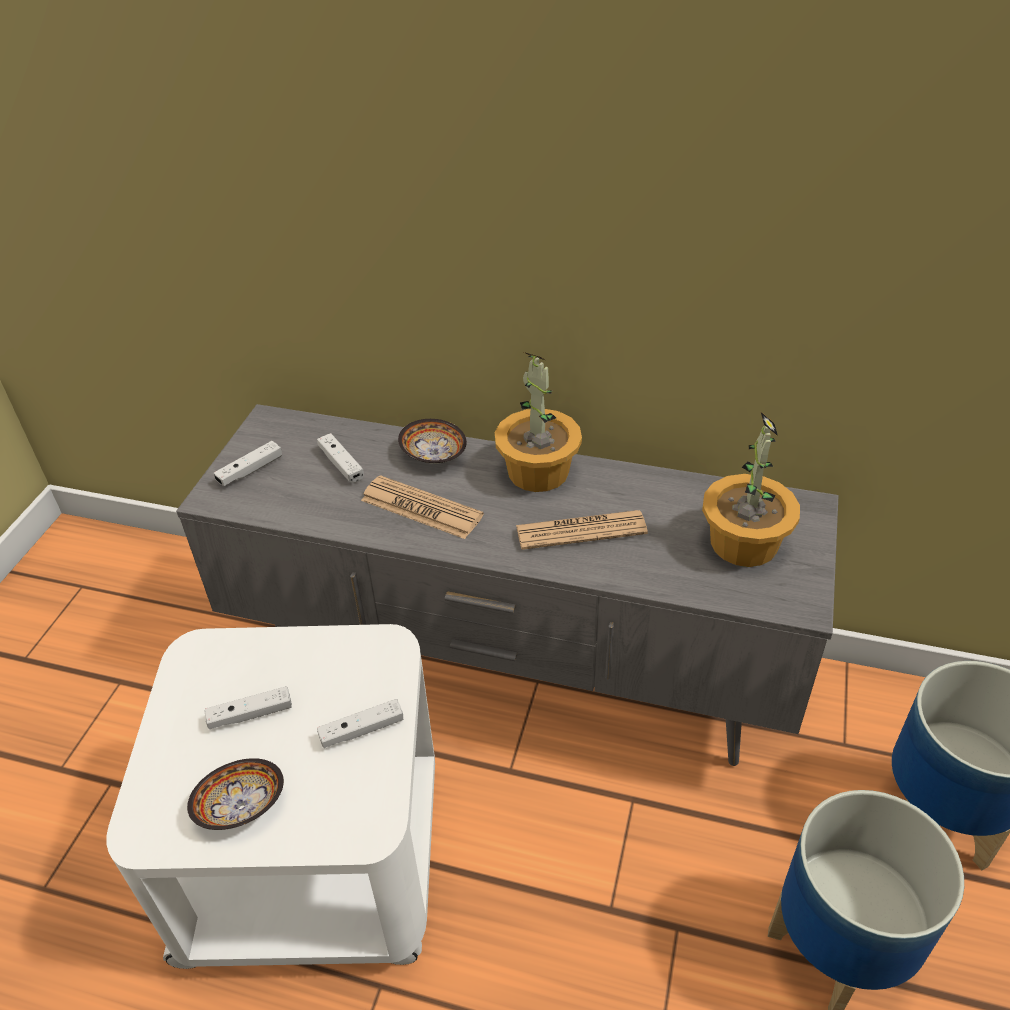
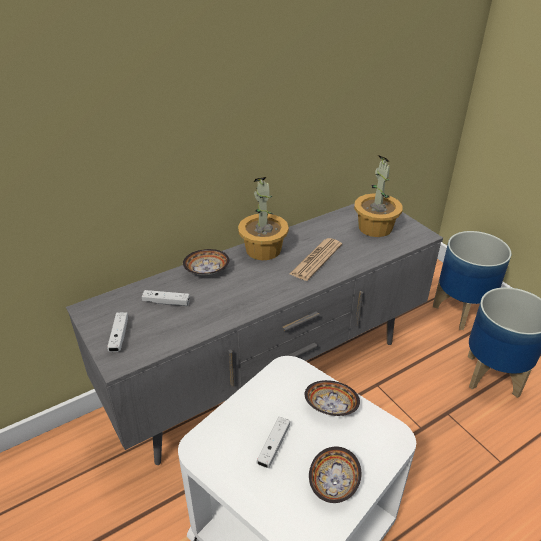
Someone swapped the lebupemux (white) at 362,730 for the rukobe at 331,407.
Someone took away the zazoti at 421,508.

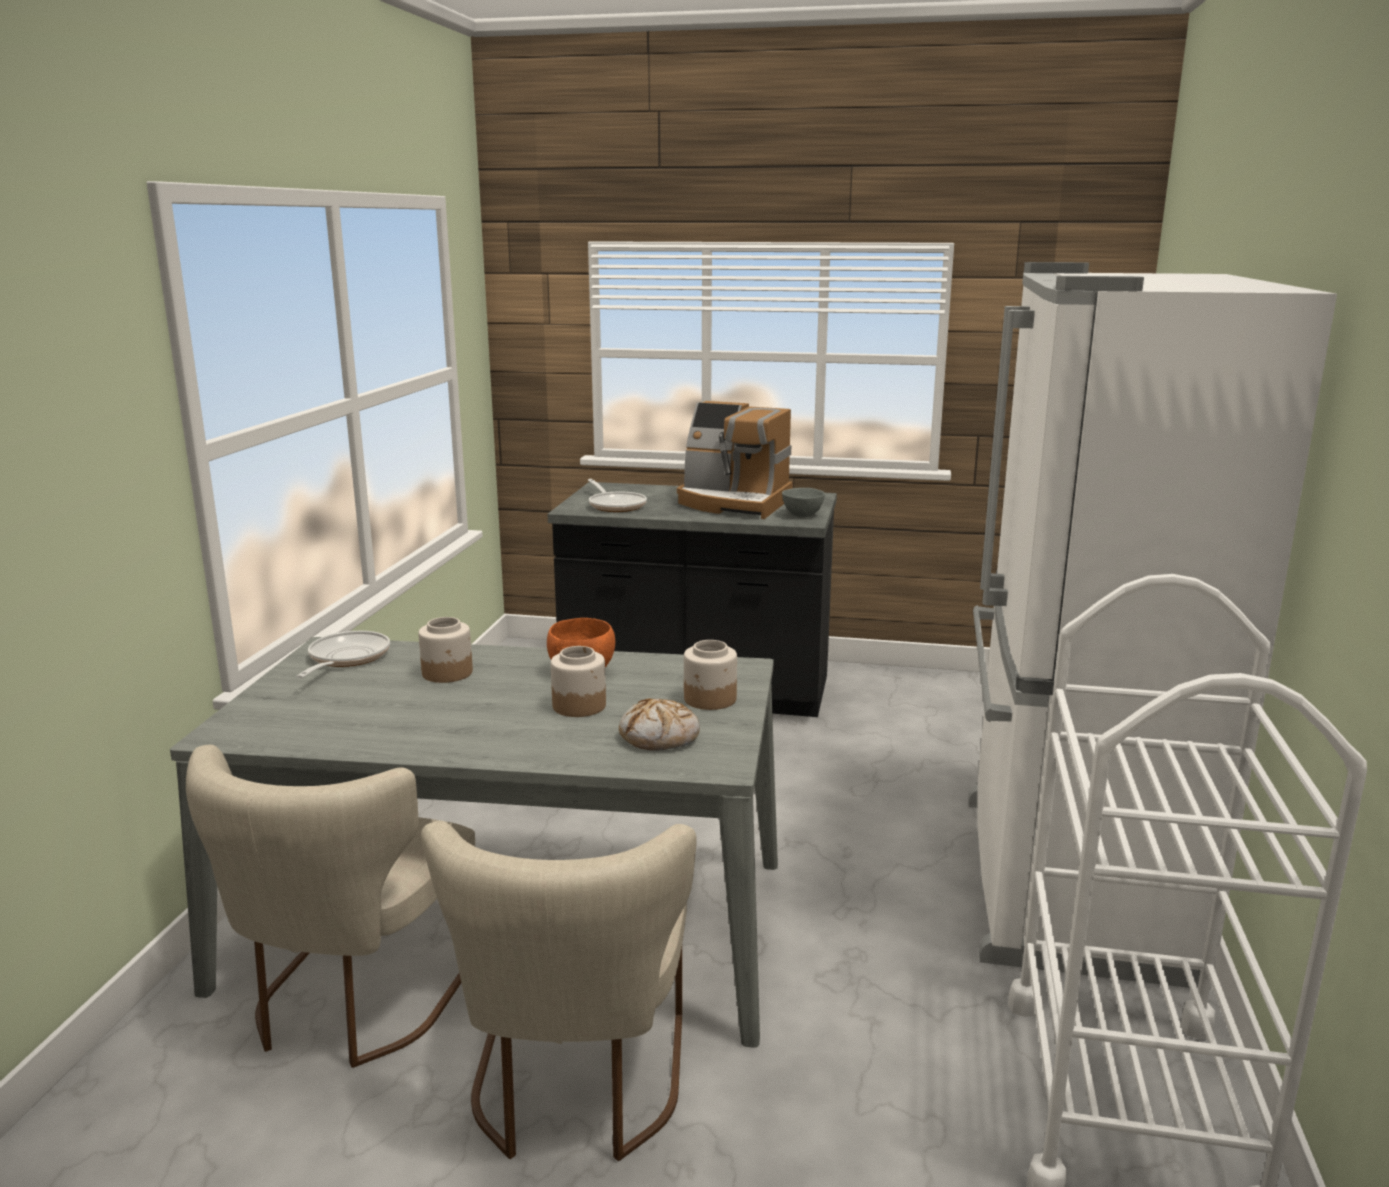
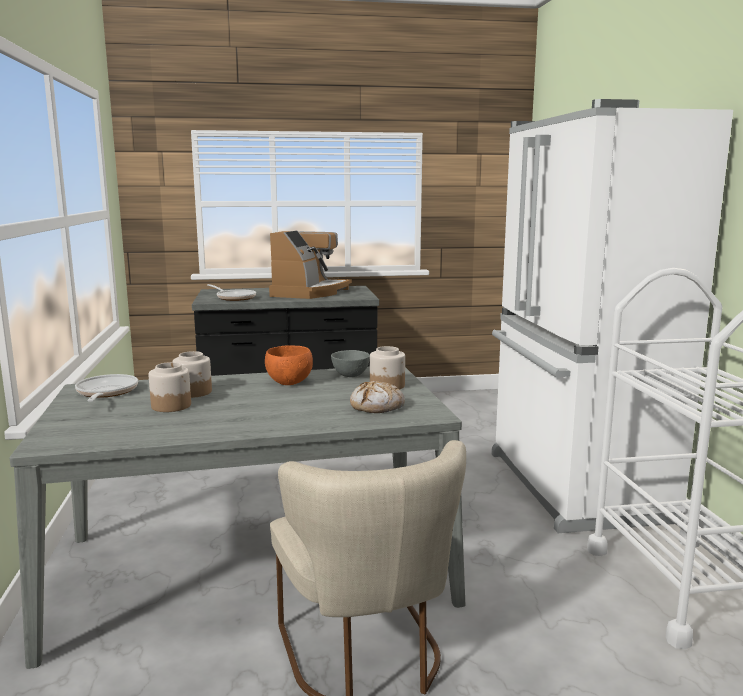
Someone carried the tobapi from 579,706 to 171,406.
Someone rotated the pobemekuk at 734,503 by 75 degrees counterclockwise.
Someone carried the rukobe (grey) from 802,515 to 350,375.
Someone took away the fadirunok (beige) at 352,1004.

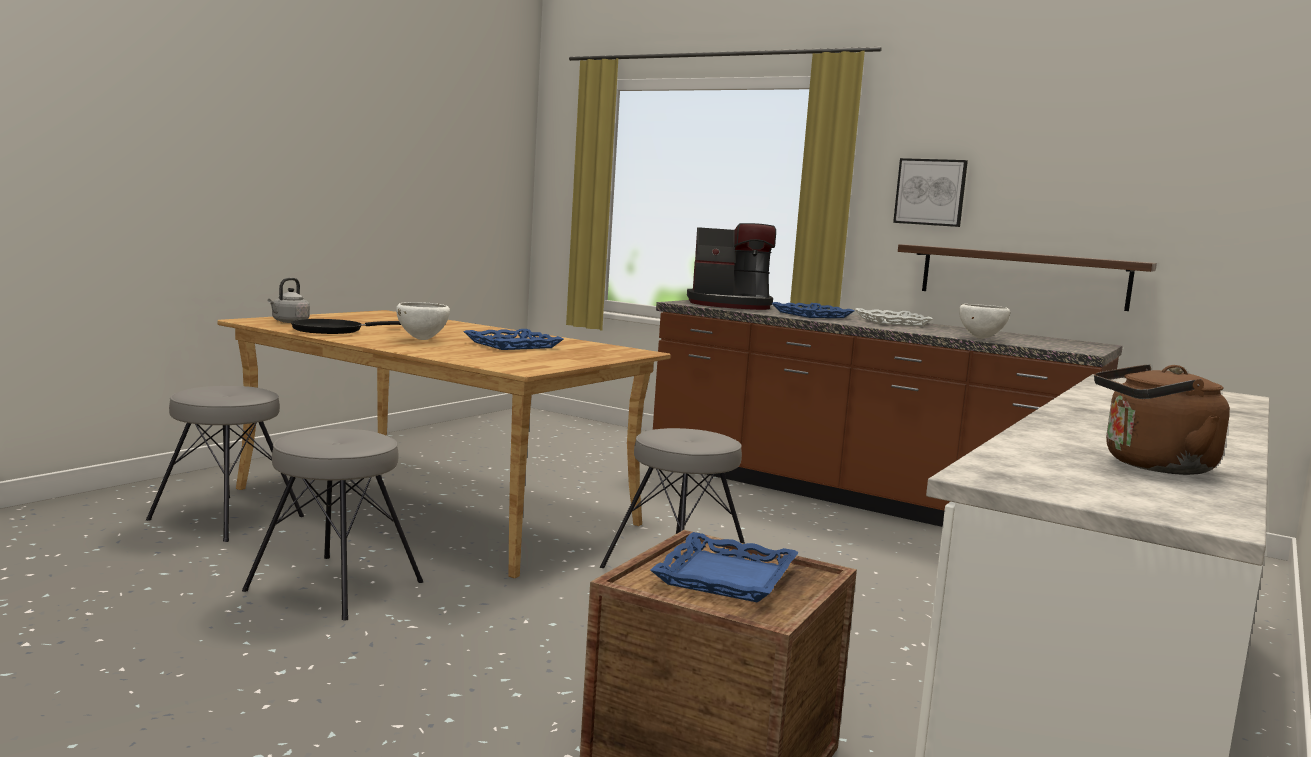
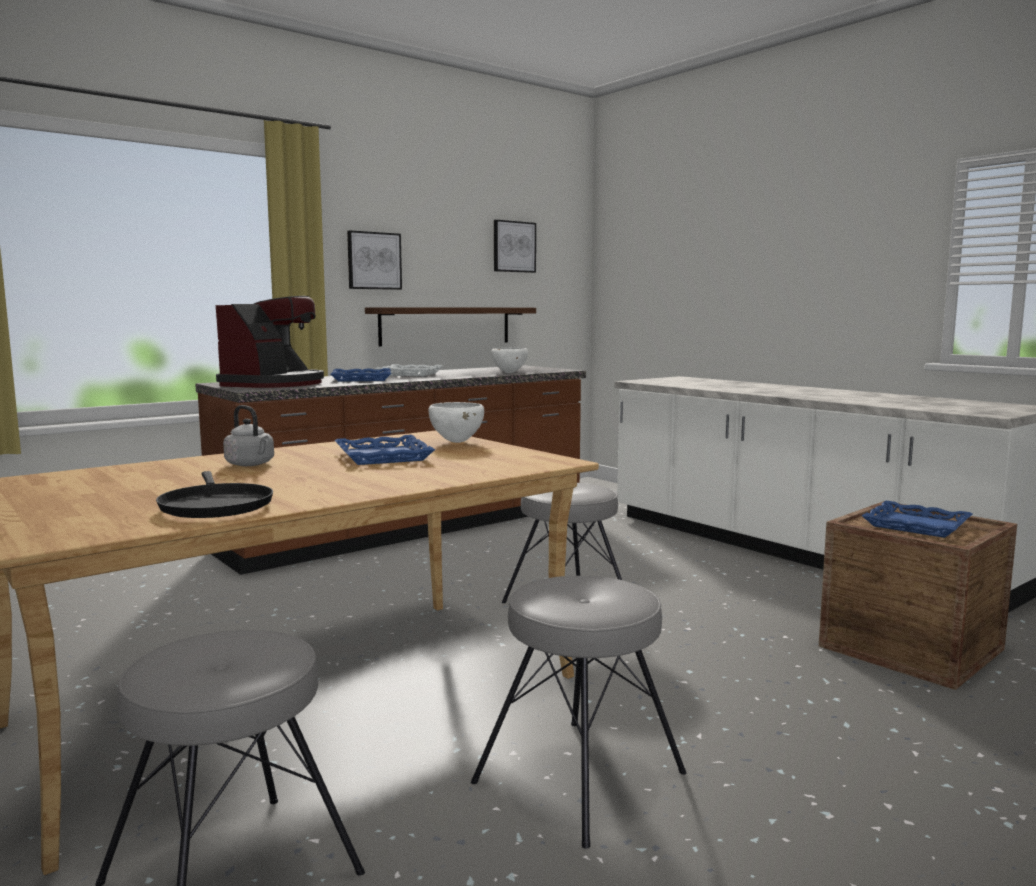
Someone carried the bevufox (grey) from 289,322 to 251,464.
Someone carried the rukobe (white) from 422,339 to 456,442.
Someone put up the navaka at 513,246.
Someone took away the bevufox (brown) at 1152,466.

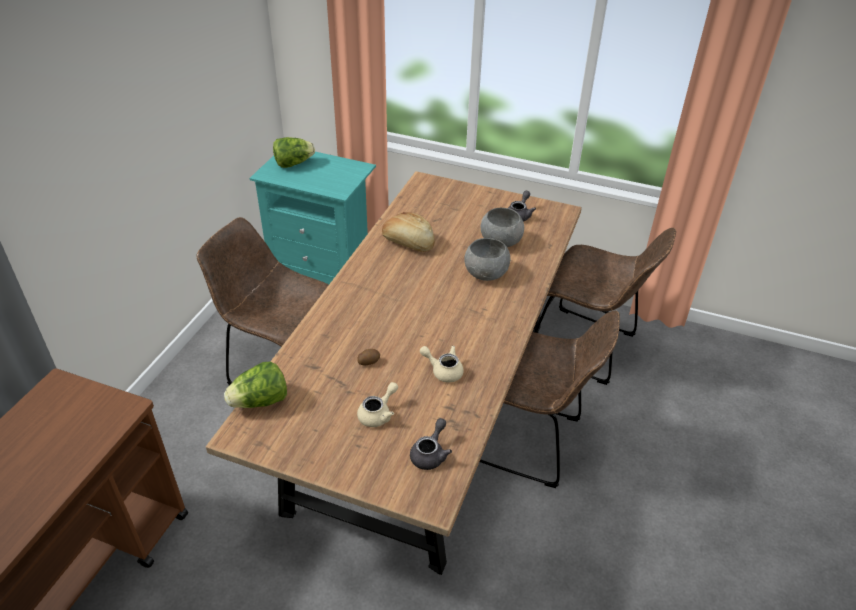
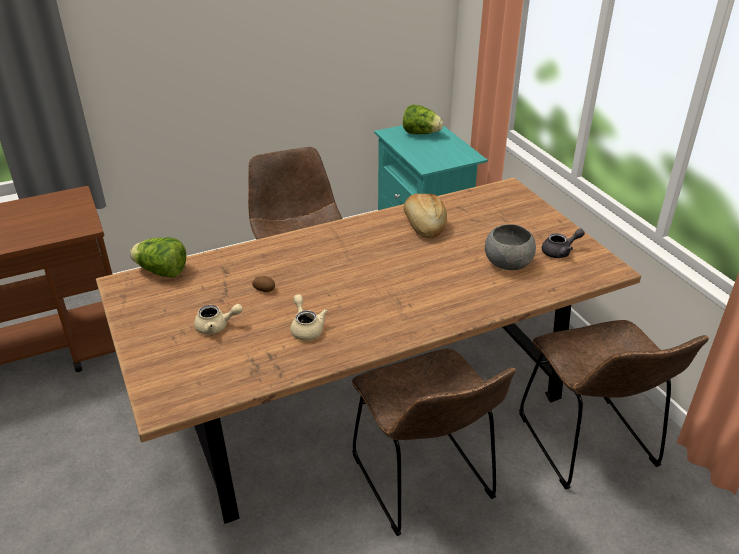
Someone took away the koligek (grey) at 430,454.
Someone took away the rukobe (grey) at 486,273.

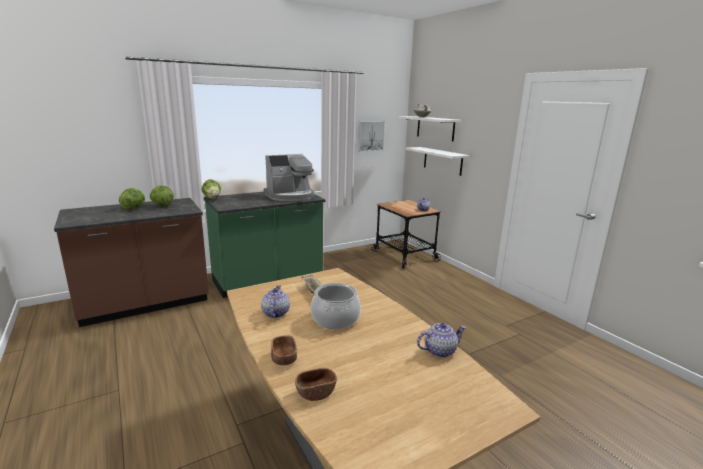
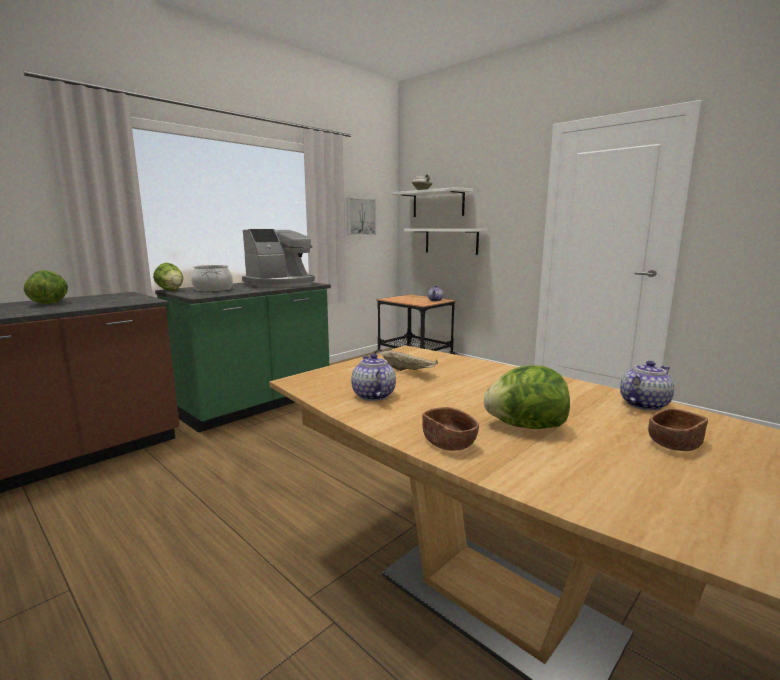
Someone carried the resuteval from 335,319 to 213,290.
Someone carried the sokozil from 162,205 to 525,426.
Someone carried the rukobe (brown) from 315,393 to 674,444.

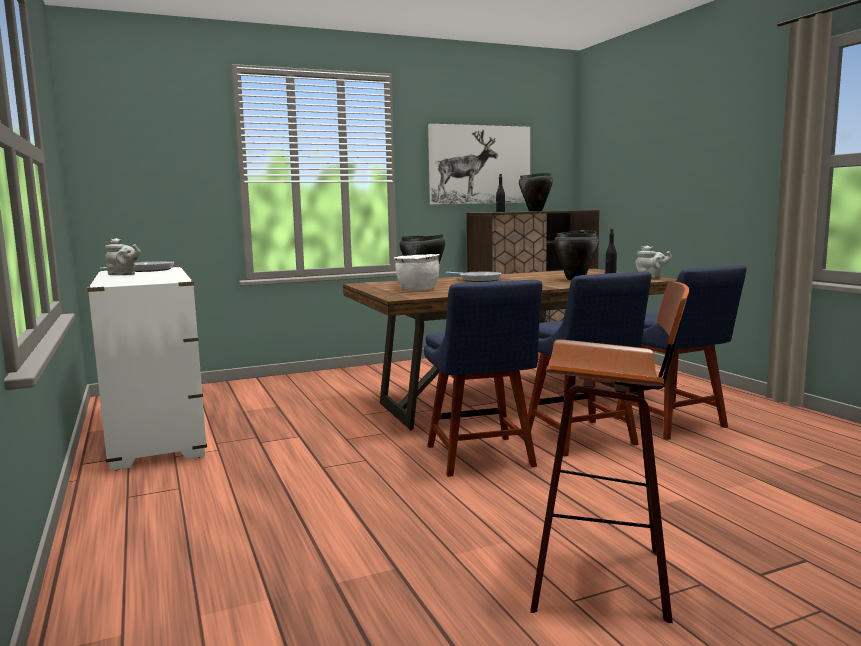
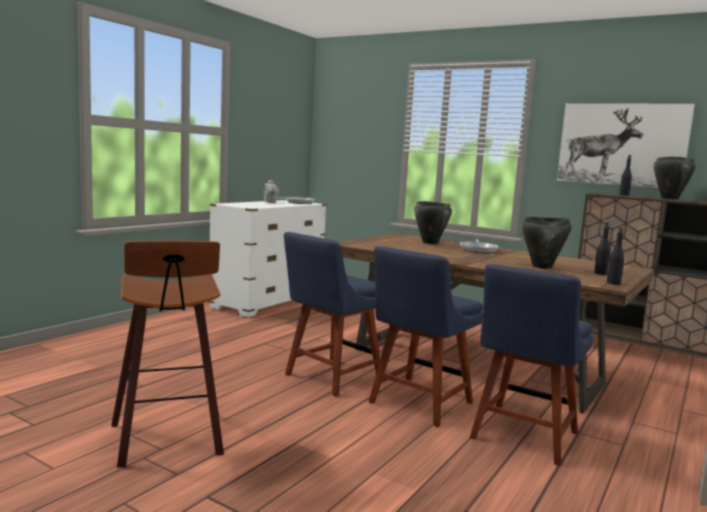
Someone swapped the koligek (grey) at 651,277 for the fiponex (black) at 613,283.
Someone took away the resuteval (white) at 417,290.

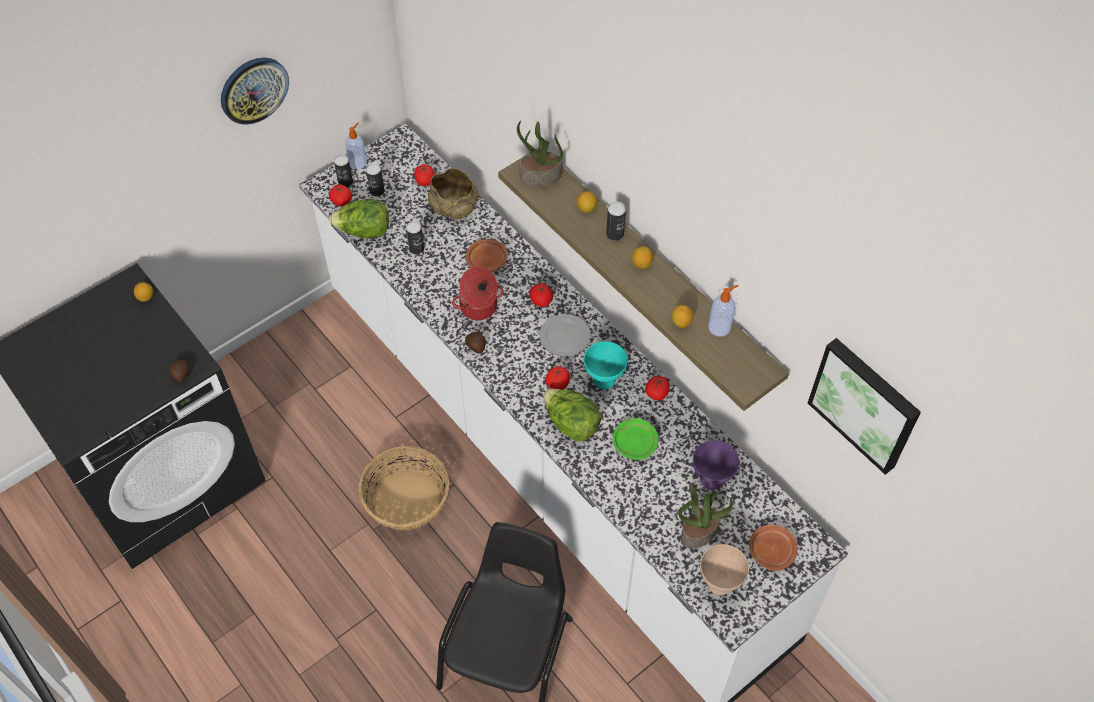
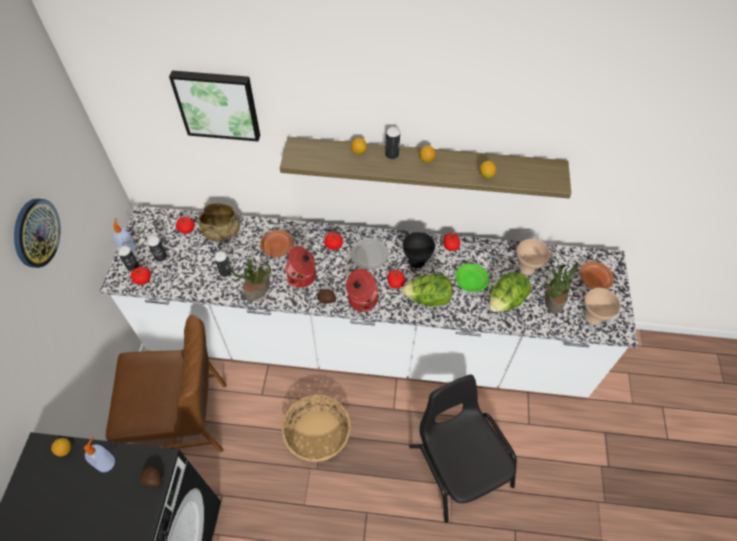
Someone carried the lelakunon from 720,327 to 106,462.
Someone put down the fadirunok (brown) at 184,420.
Someone carried the navaka from 866,403 to 218,104.
Someone carried the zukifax from 540,176 to 257,290.
Someone put down the resuteval at 361,300.
Someone repainted the rukobe (turquoise) at 605,380, which became the rukobe (black) at 417,260.
Someone carried the sokozil from 363,232 to 505,301.
Someone repainted the rukobe (purple) at 711,480, which became the rukobe (beige) at 527,268.

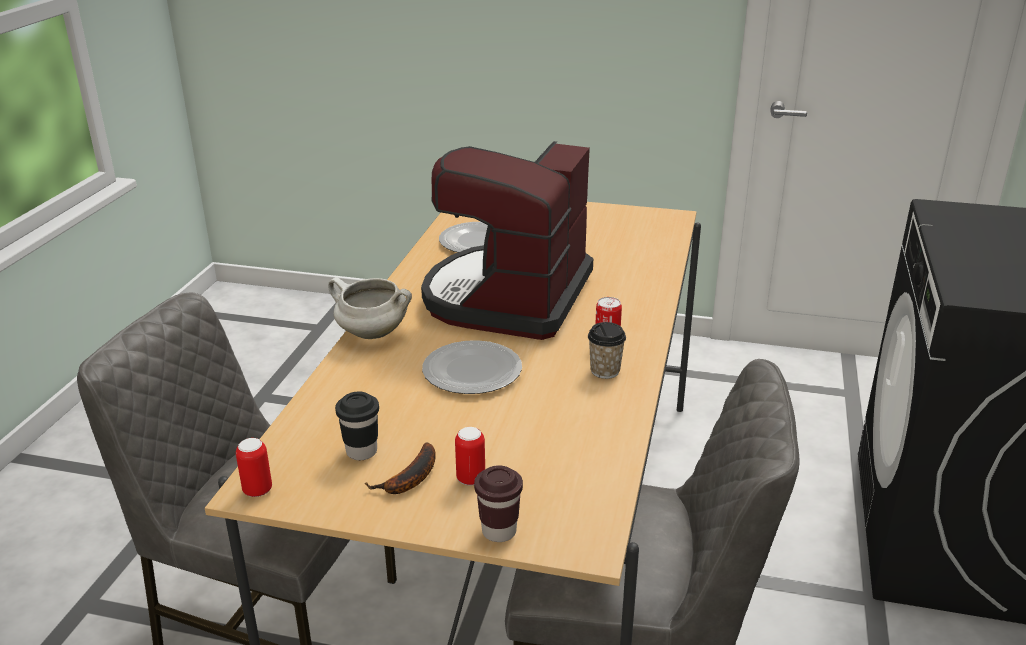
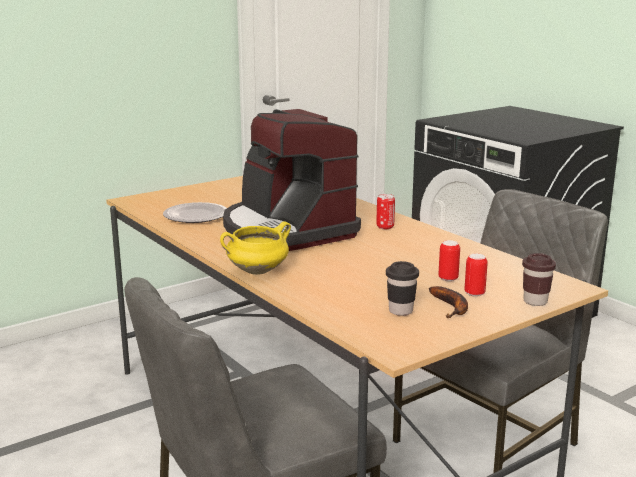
Someone repainted the resuteval (white) at 371,334, which became the resuteval (yellow) at 257,271.
Someone carried the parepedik from 257,490 to 448,278.
Someone took away the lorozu at 470,371.
Someone took away the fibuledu at 605,371.

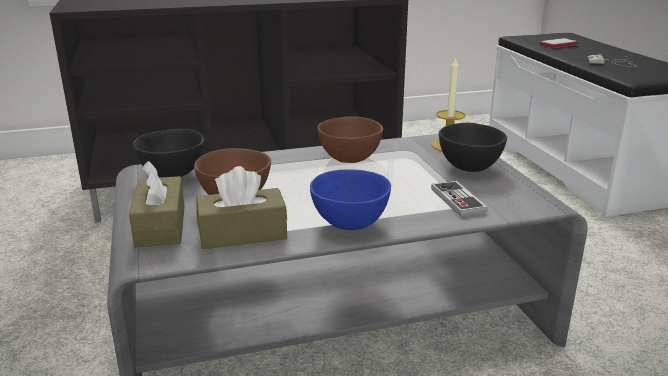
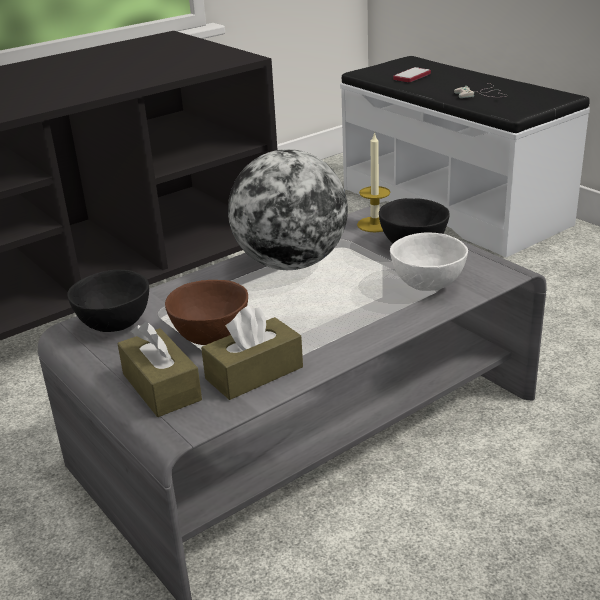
Someone swapped the rukobe (brown) at 350,160 for the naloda at 291,263.
Someone swapped the lebupemux at 457,200 for the rukobe (white) at 428,285.
Someone took away the rukobe (blue) at 349,225.

